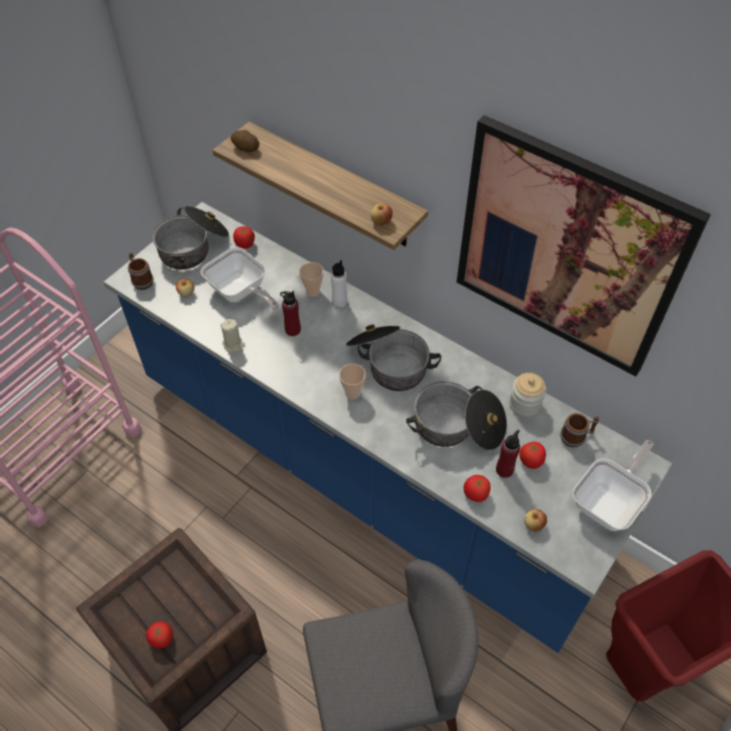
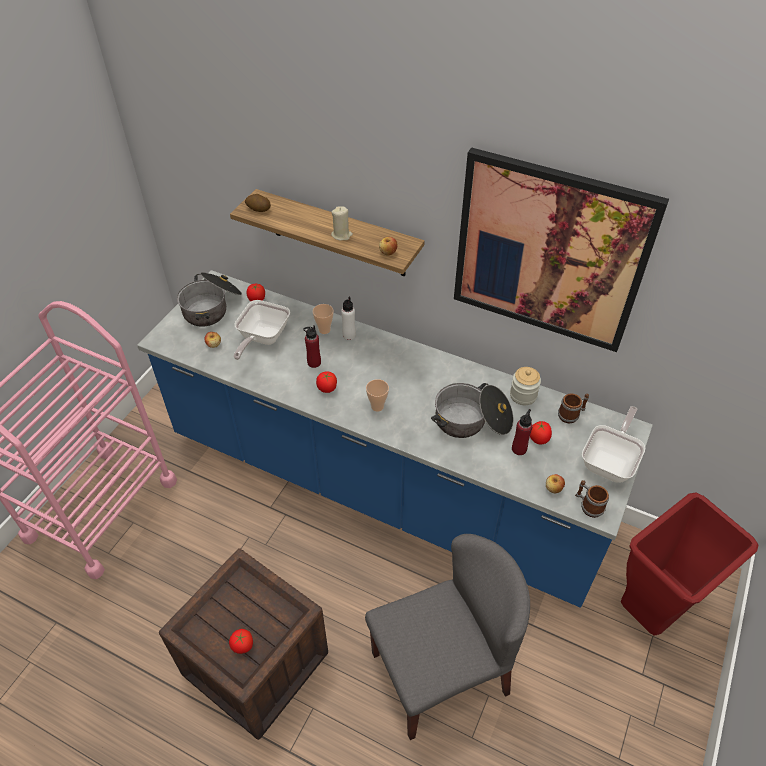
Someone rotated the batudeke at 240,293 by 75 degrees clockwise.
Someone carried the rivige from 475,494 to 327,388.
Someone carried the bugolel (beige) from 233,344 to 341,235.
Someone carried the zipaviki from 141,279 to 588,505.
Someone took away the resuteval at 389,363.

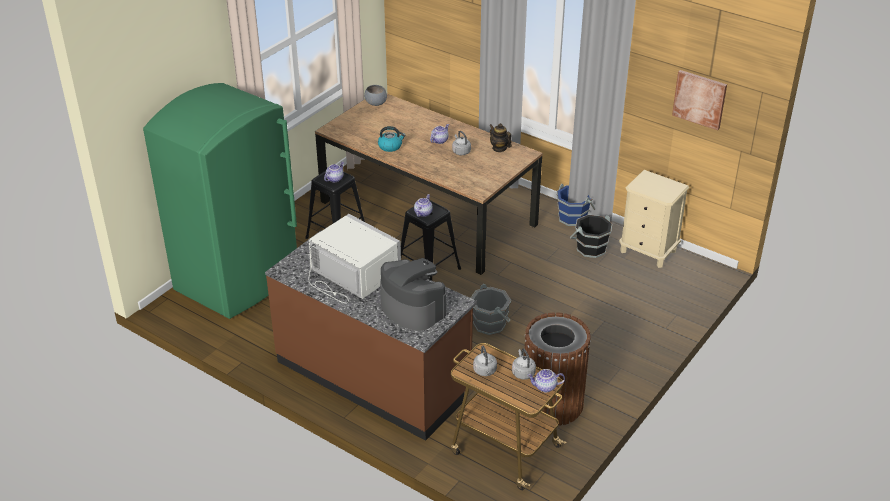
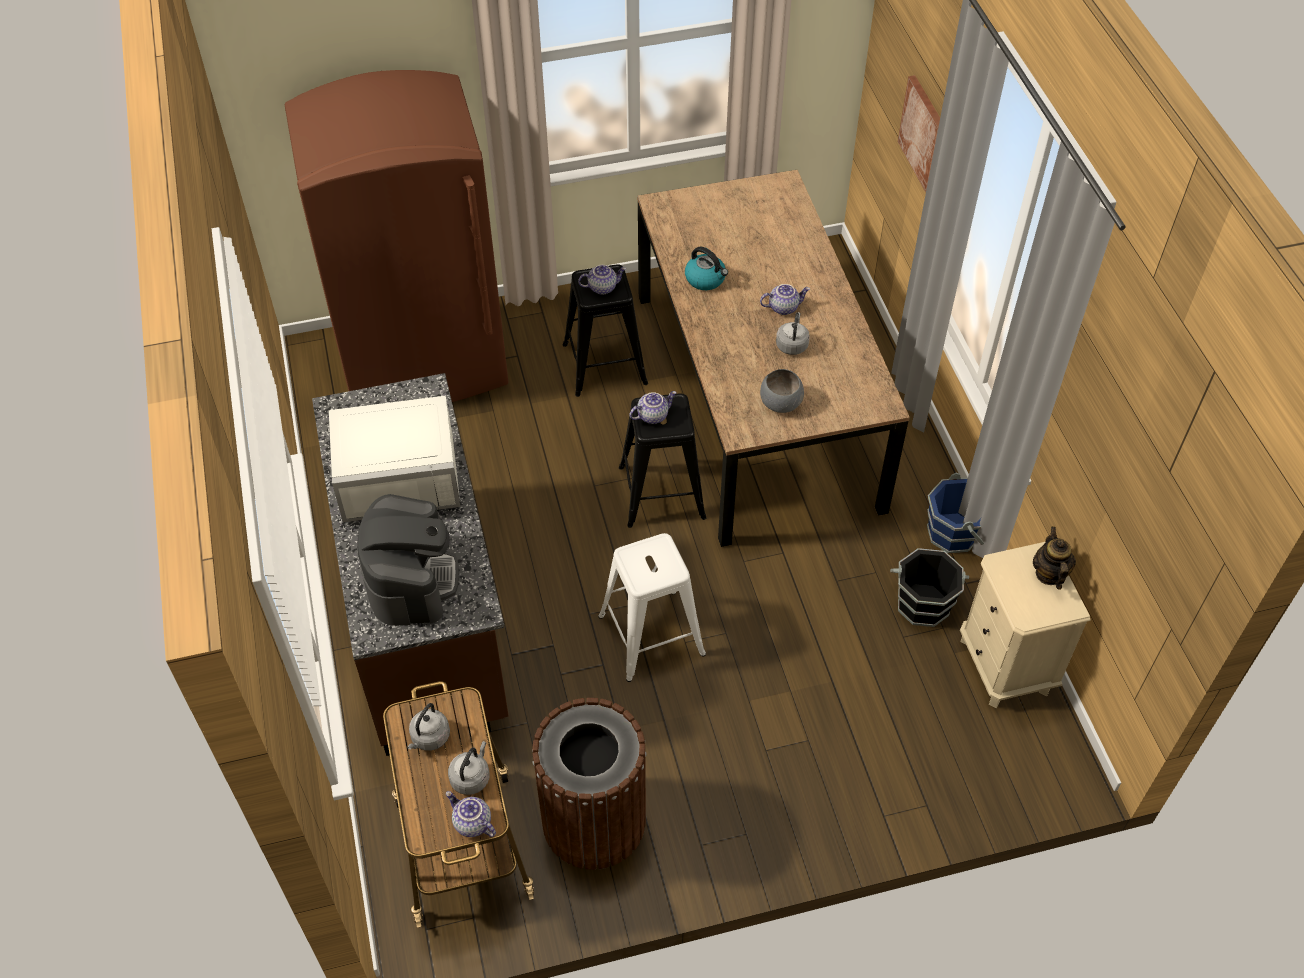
Someone repainted the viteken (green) at 238,280, which became the viteken (brown) at 424,360.
Someone rotated the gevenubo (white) at 351,275 by 90 degrees clockwise.
Someone swapped the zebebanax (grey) at 490,323 for the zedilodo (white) at 650,634.
Someone carried the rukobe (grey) from 376,103 to 780,403.
Someone carried the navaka from 699,99 to 923,134.
Someone carried the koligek from 499,148 to 1049,574.

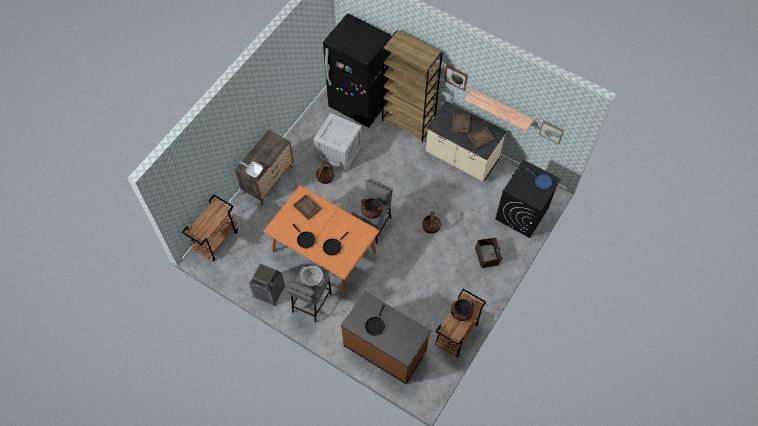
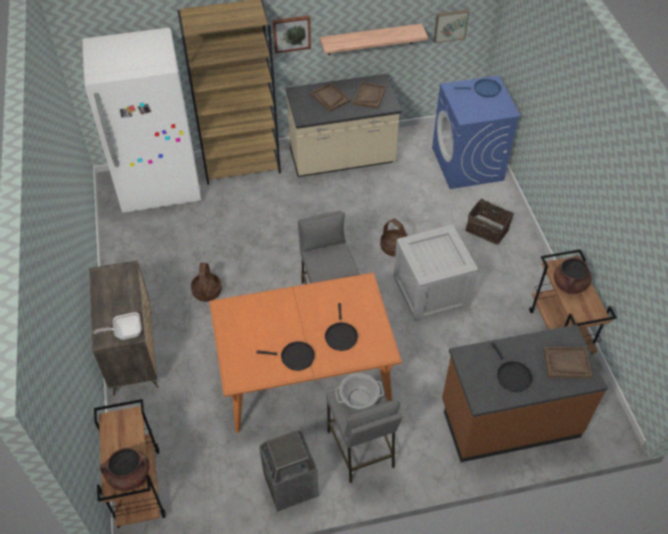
Someone repainted the viteken (black) at 359,105, which became the viteken (white) at 160,187.
Someone carried the resuteval (brown) from 371,212 to 129,476.
Someone carried the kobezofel from 339,152 to 432,291.
Someone repainted the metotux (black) at 522,213, which became the metotux (blue) at 467,164.
Someone carried the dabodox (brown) from 307,207 to 566,363.

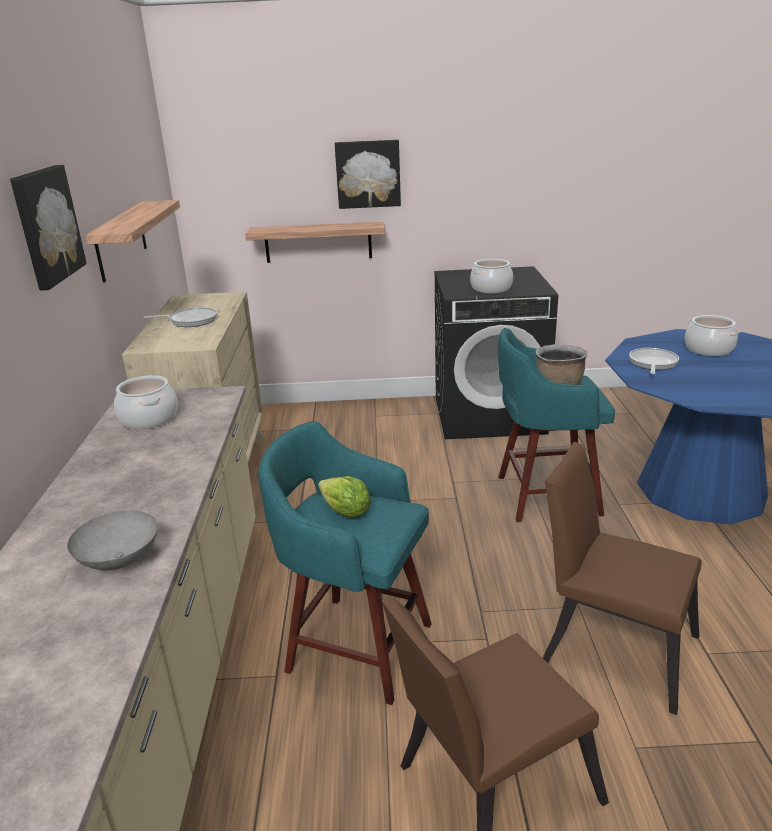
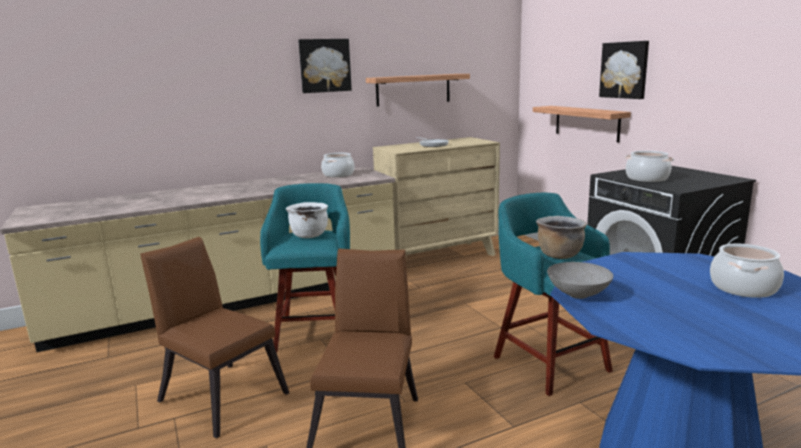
Someone swapped the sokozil at 346,512 for the resuteval (white) at 309,235.
Someone carried the rukobe (grey) from 119,560 to 578,294.
Someone took away the batudeke at 652,363.

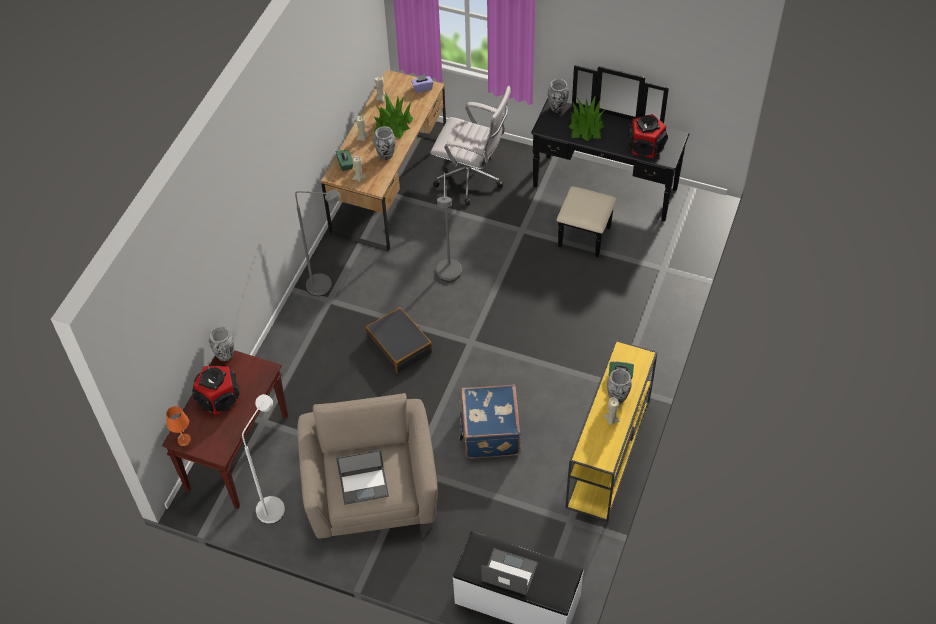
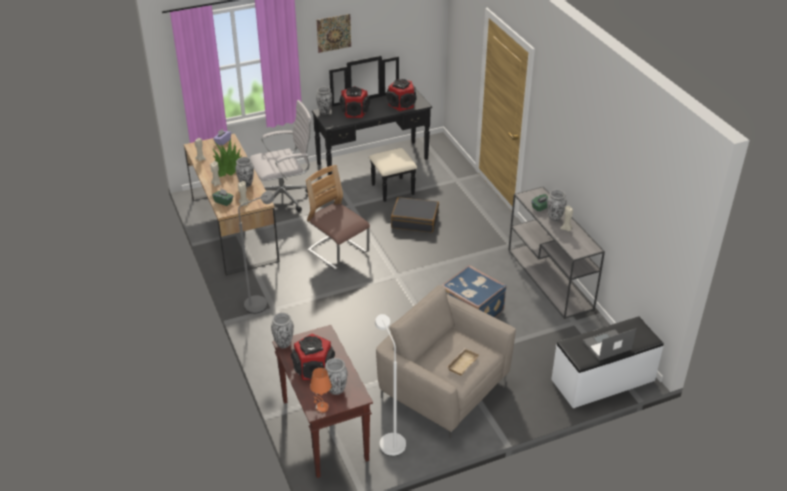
Someone swapped the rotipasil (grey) at 449,277 for the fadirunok at 338,252.
Someone put up the navaka at 334,33.
Someone put down the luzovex at 336,390.
Someone swapped the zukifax at 586,127 for the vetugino at 355,112.
Someone carried the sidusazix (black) from 399,345 to 415,220.
Someone swapped the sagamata at 364,485 for the dabodox (beige) at 462,363.
Someone repainted the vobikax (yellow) at 608,455, which became the vobikax (grey) at 550,279.

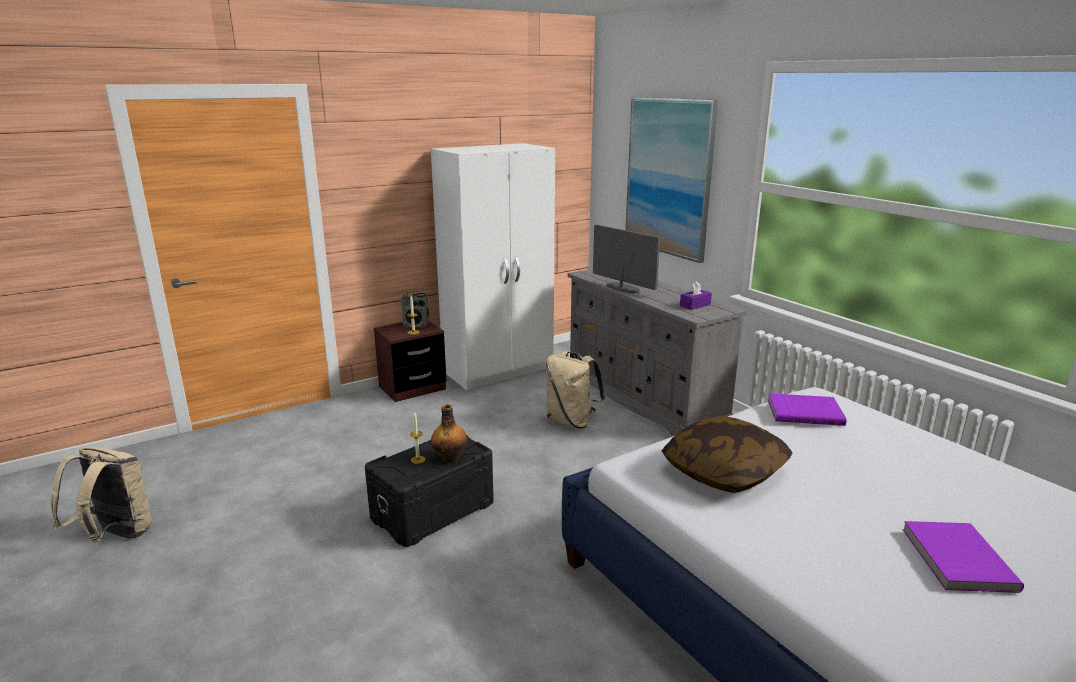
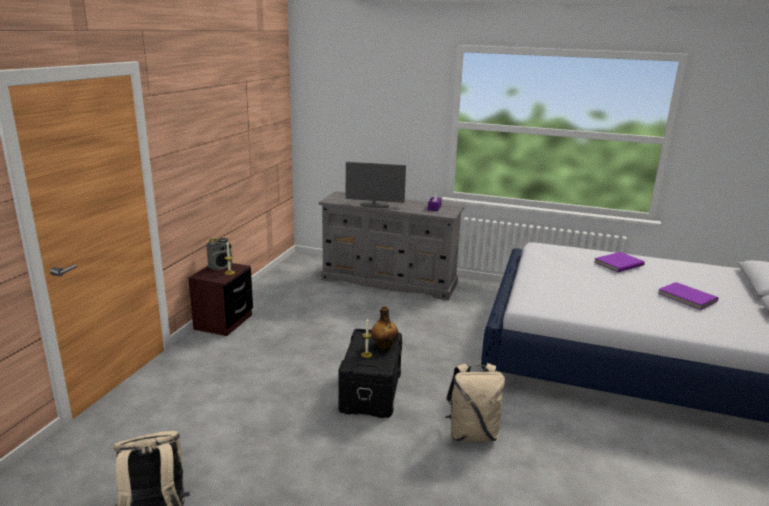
Someone carried the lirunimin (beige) from 571,421 to 472,434.
Someone carried the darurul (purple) from 804,412 to 618,263.
Someone took away the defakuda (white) at 499,370.
Someone took away the navaka at 668,177.
Someone took away the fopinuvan at 724,471.

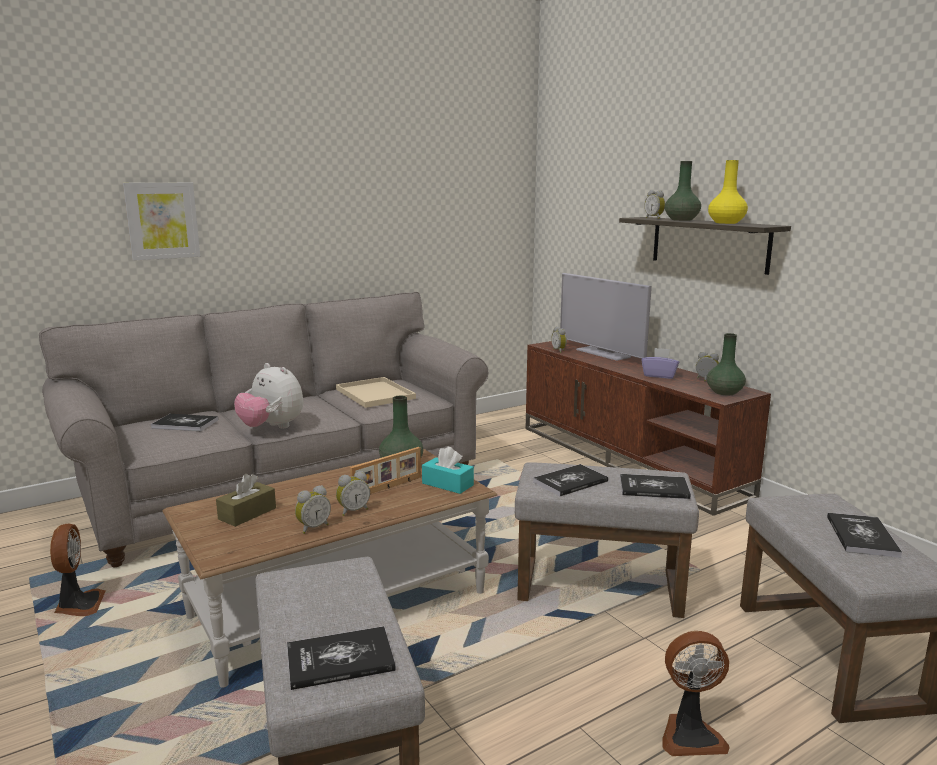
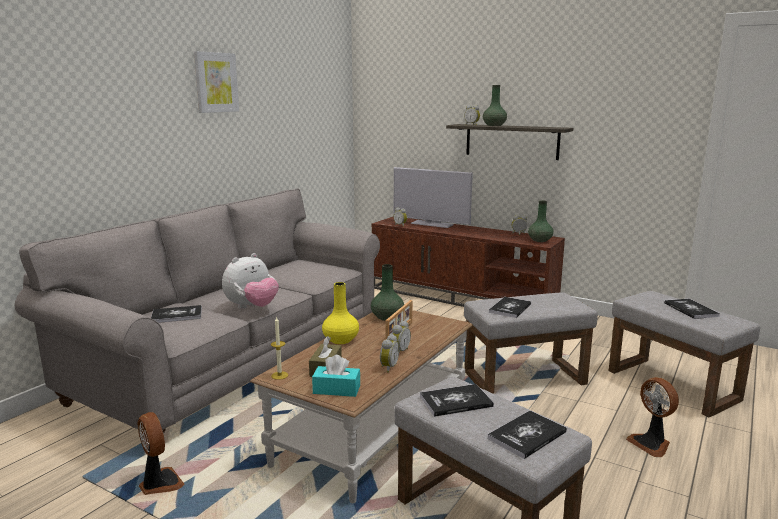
Someone carried the navaka from 162,220 to 216,82.
Someone rotated the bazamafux at 272,427 by 60 degrees counterclockwise.
Someone put down the bugolel at 279,375.
Someone carried the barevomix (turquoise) from 447,484 to 336,389.
Someone carried the luzovex (yellow) from 726,223 to 341,340.
Someone carried the darurul from 653,488 to 456,401.
Someone rotated the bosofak at 690,735 by 90 degrees clockwise.
Someone took away the dabodox (beige) at 376,394.
Someone took away the barevomix (purple) at 659,375.

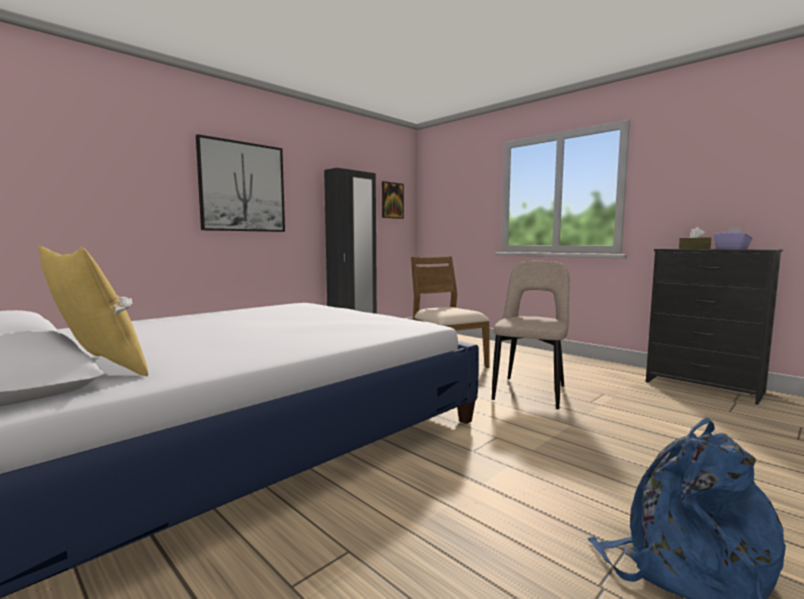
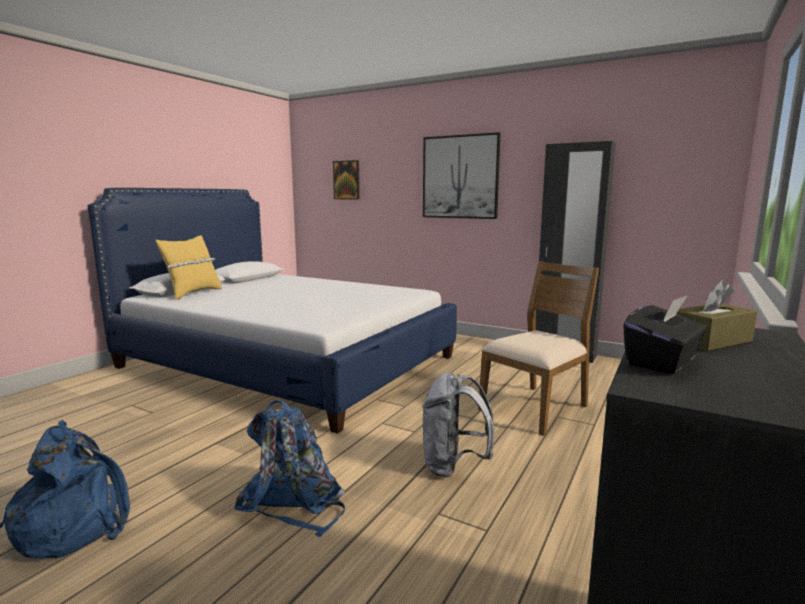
Someone put down the lirunimin (blue) at 295,501.
Someone carried the navaka from 392,200 to 346,180.
Someone swapped the fadirunok (beige) at 531,391 for the lirunimin (grey) at 453,466.
Someone repainted the barevomix (purple) at 731,249, which became the barevomix (black) at 662,362.

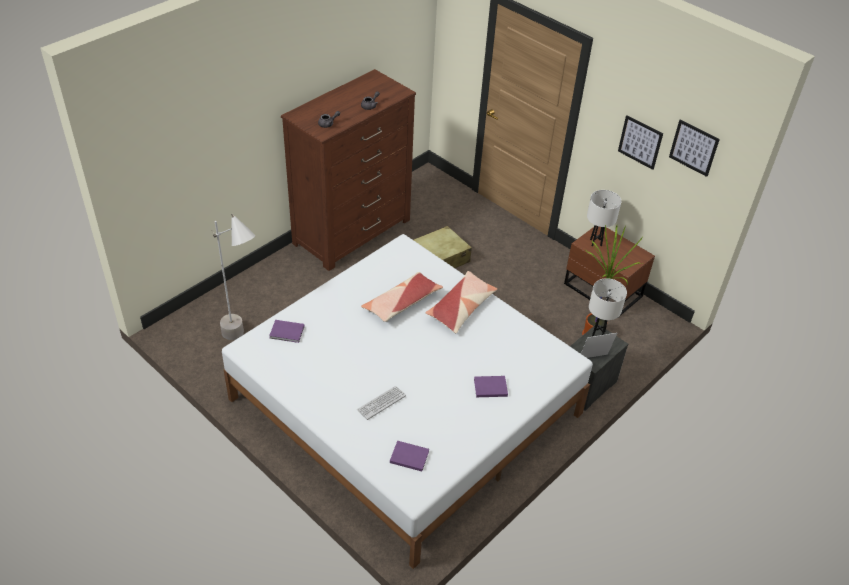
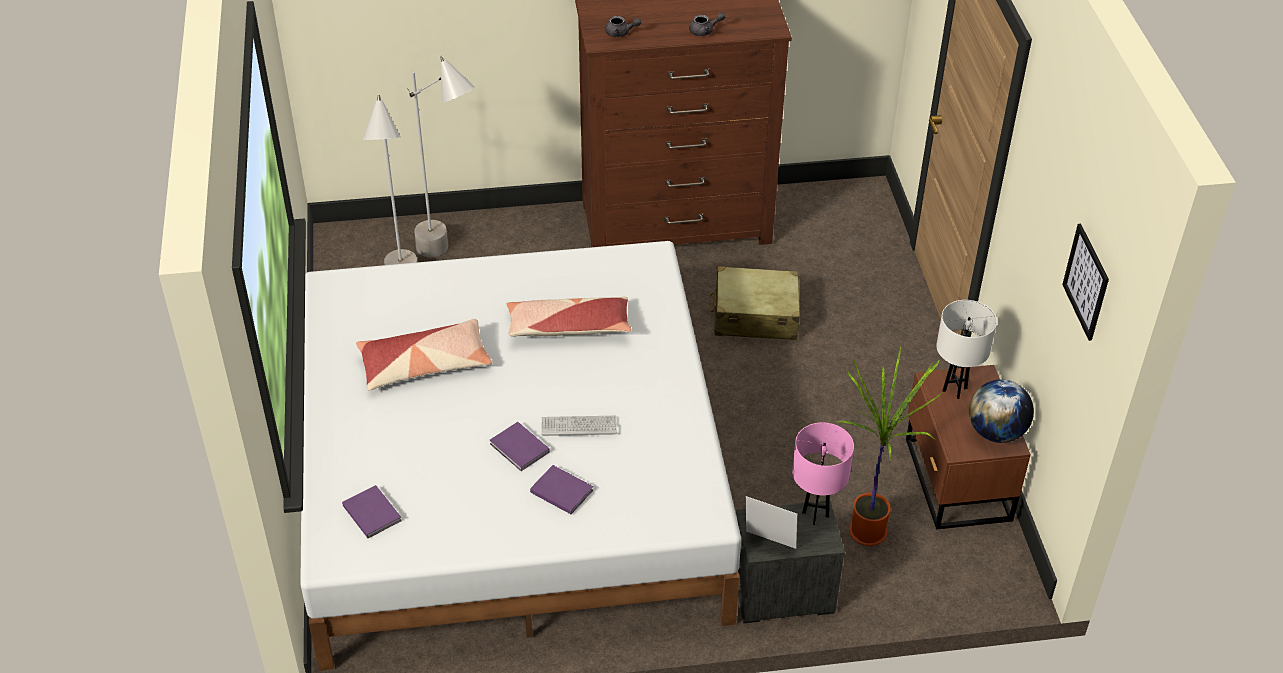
Someone carried the fopinuvan from 461,307 to 425,364.
Someone put down the rotipasil (grey) at 451,258.
Someone carried the darurul (purple) from 287,332 to 519,449.
Someone carried the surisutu from 381,403 to 579,426.
Someone repainted the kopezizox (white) at 598,333, which became the kopezizox (pink) at 815,514.
Someone put down the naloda at 996,432.
Someone took away the navaka at 640,142.

